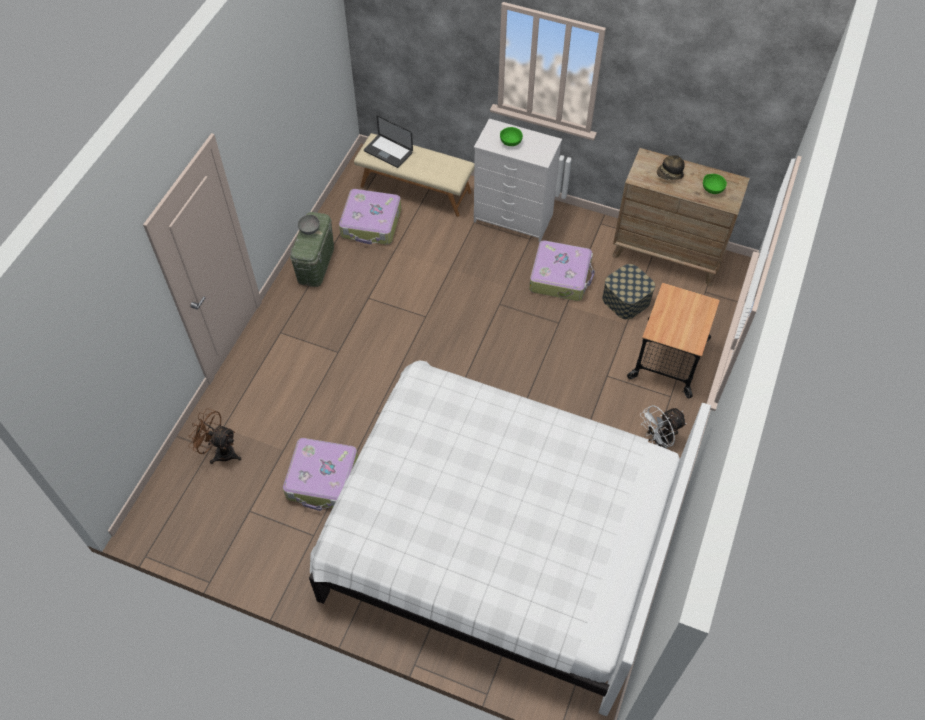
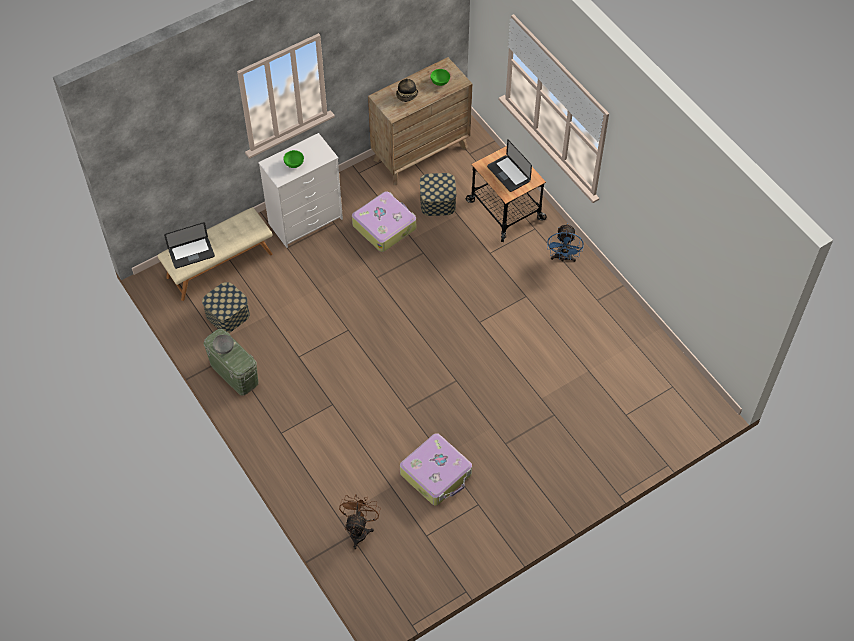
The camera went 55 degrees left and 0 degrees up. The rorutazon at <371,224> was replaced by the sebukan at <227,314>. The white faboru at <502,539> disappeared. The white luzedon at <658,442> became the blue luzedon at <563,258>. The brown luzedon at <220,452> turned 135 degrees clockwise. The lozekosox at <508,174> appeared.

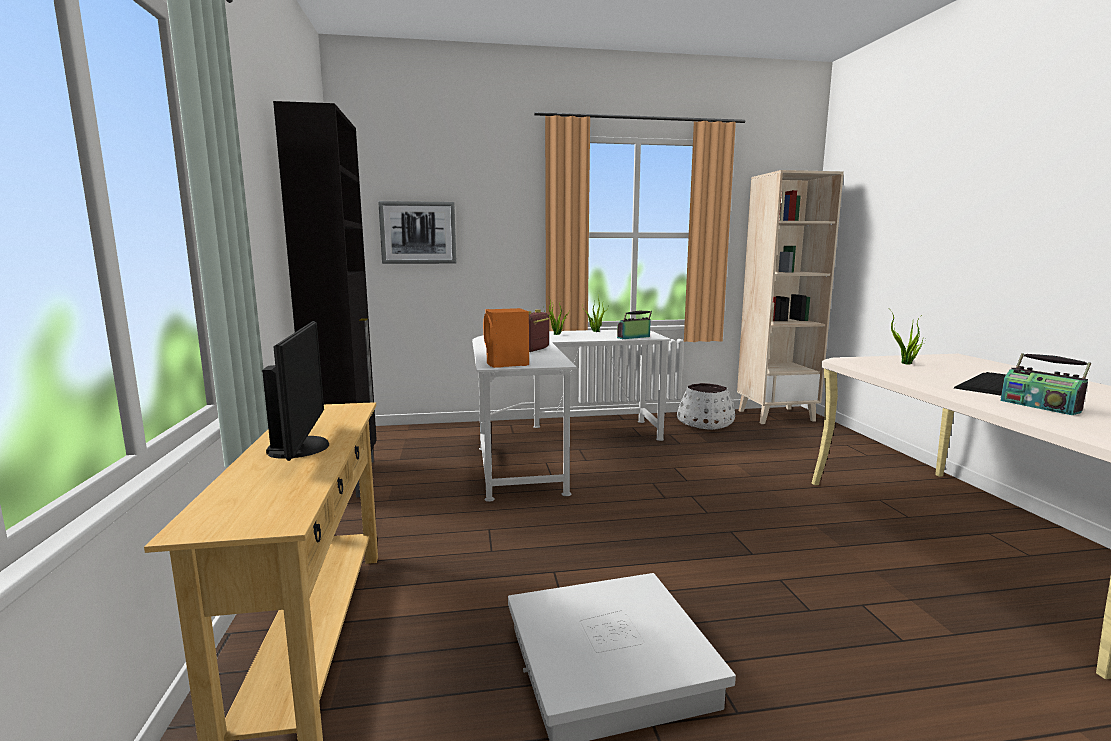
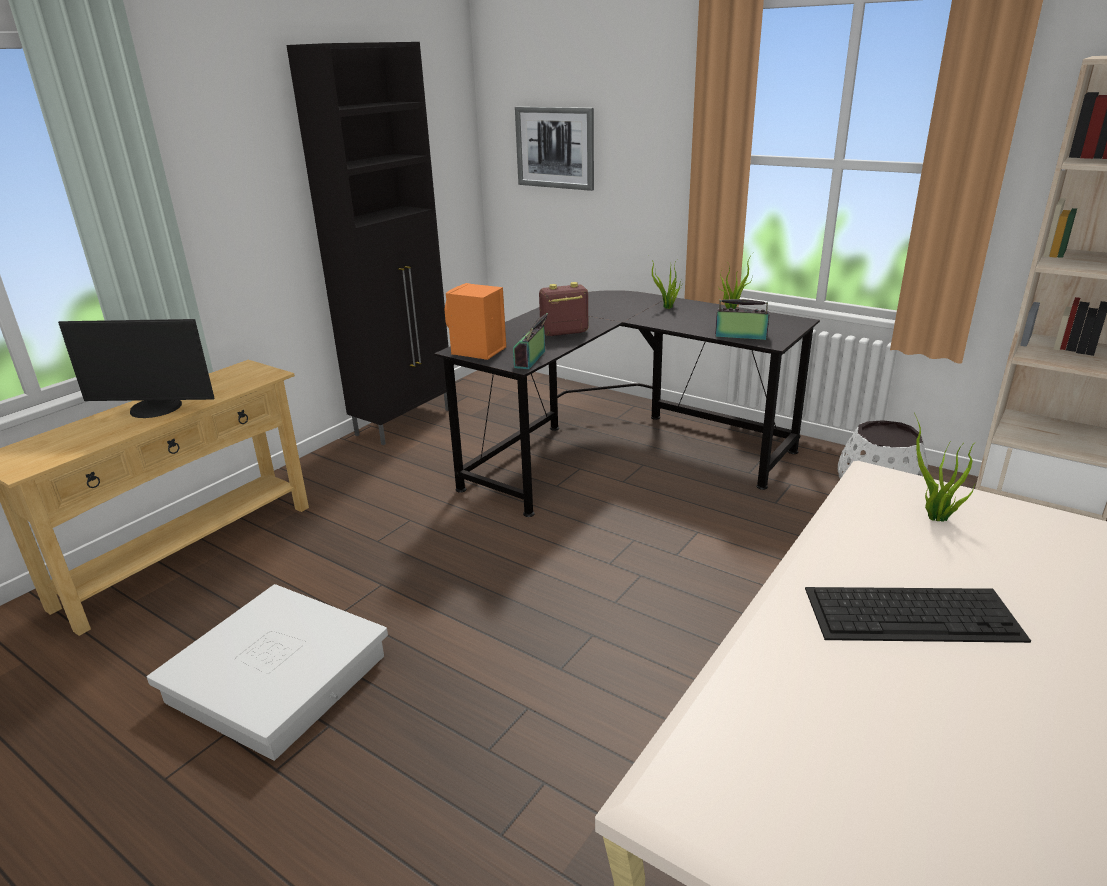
The camera went 45 degrees right and 15 degrees up. The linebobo at <301,448> turned 60 degrees clockwise. The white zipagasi at <553,447> became the black zipagasi at <621,452>. The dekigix moved from <1040,406> to <531,359>.

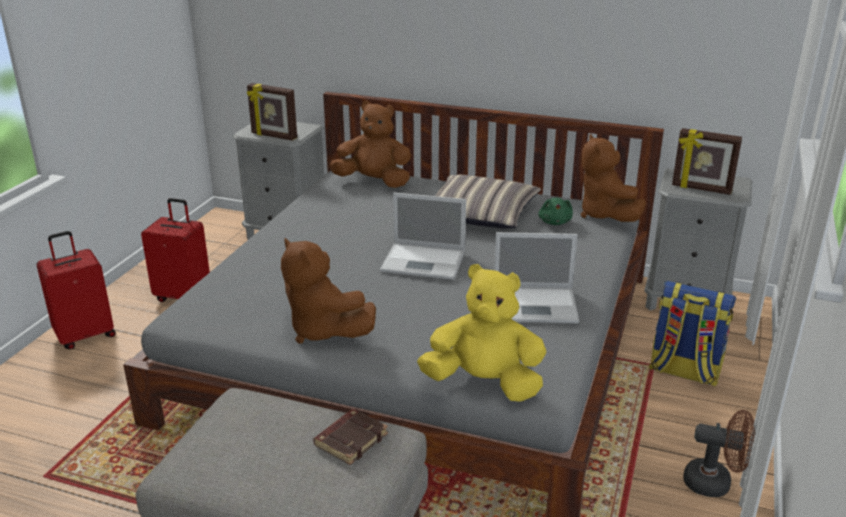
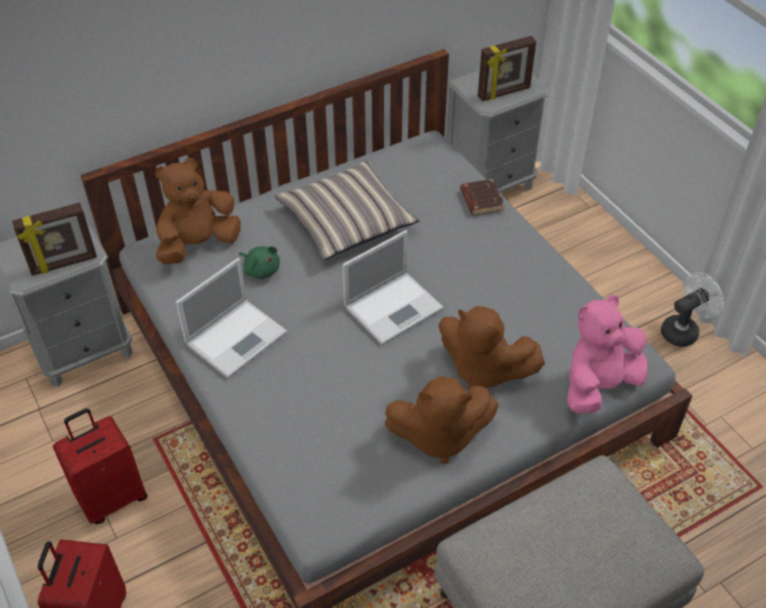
The camera went 50 degrees left and 20 degrees up. The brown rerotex moved from <605,215> to <483,369>. The green rerotex moved from <555,222> to <261,269>. The lozekosox moved from <536,305> to <237,337>. The yellow rerotex at <484,383> became the pink rerotex at <599,385>. The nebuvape at <683,371> disappeared. The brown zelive moved from <350,439> to <481,200>. The brown luzedon at <715,483> became the white luzedon at <683,330>.

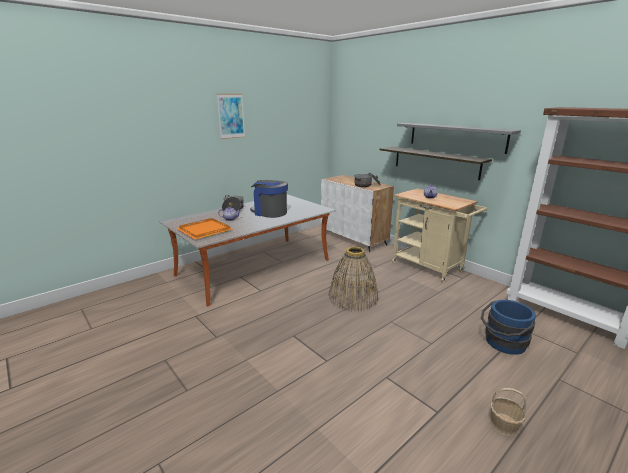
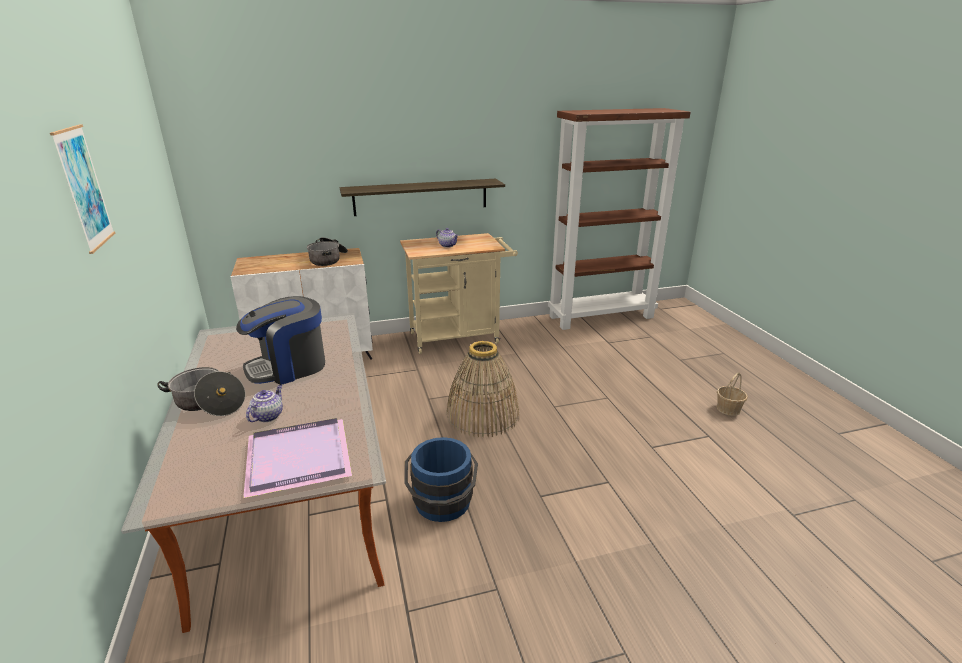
The camera went 65 degrees left and 5 degrees up. The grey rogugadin at <456,137> disappeared. The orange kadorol at <203,230> became the purple kadorol at <296,460>. The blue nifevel moved from <502,343> to <442,505>.

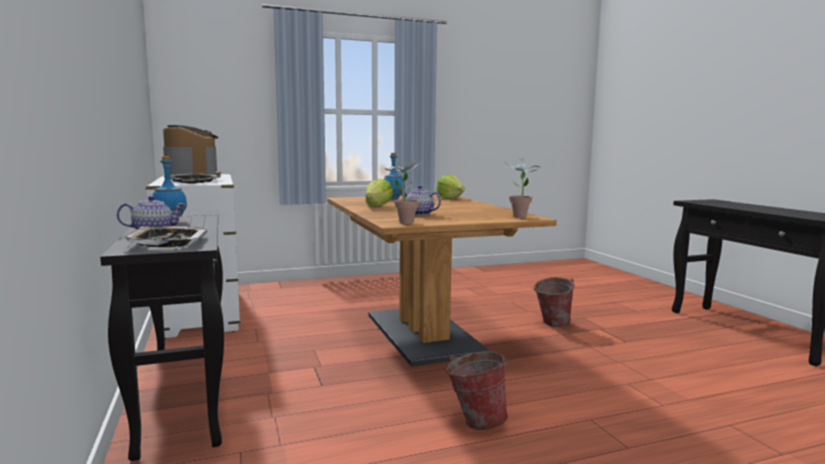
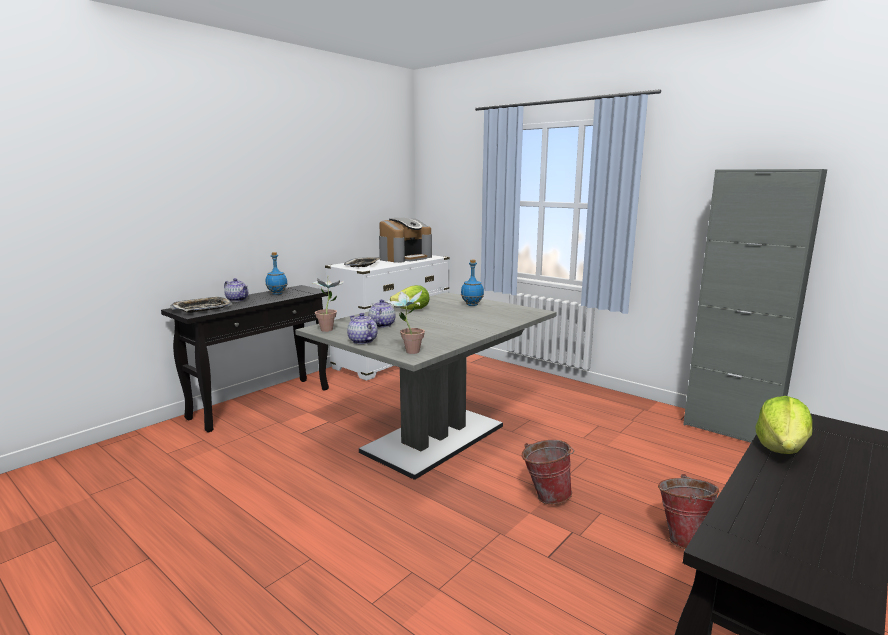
The camera went 60 degrees right and 5 degrees up. The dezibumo moved from <450,198> to <781,448>. The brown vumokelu at <423,333> became the grey vumokelu at <434,439>. The nifevel moved from <475,421> to <684,538>. The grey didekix at <730,430> appeared. The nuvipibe at <362,341> appeared.

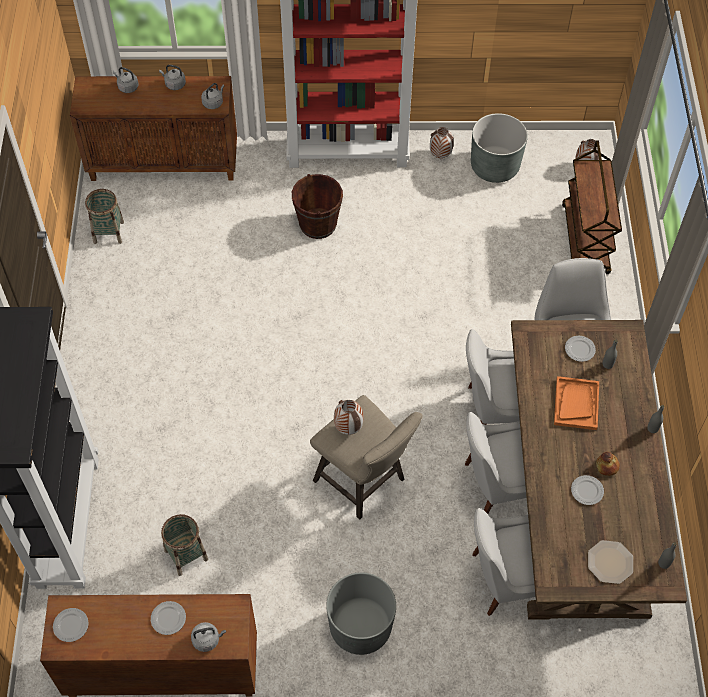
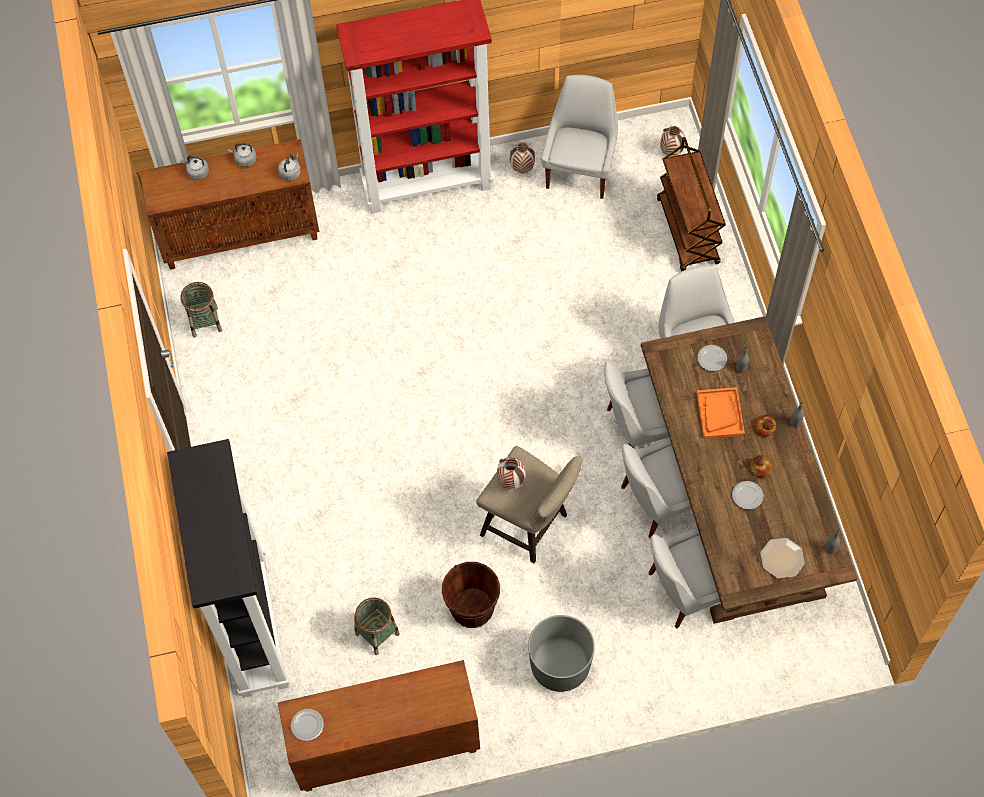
The camera went 10 degrees left and 5 degrees up. The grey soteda at <494,166> was replaced by the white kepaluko at <580,170>. The brown nifevel moved from <318,224> to <472,608>. The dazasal at <168,618> disappeared. The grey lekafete at <207,639> disappeared. The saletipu at <764,427> appeared.

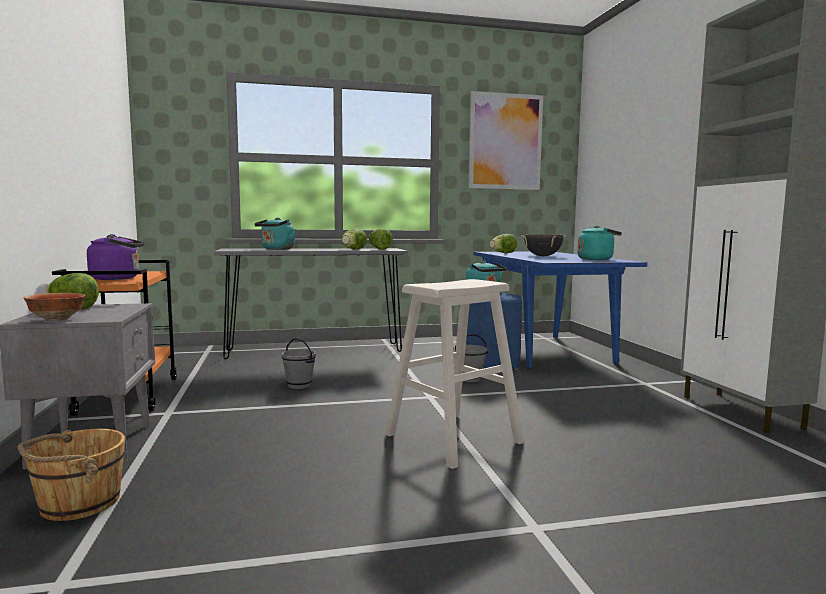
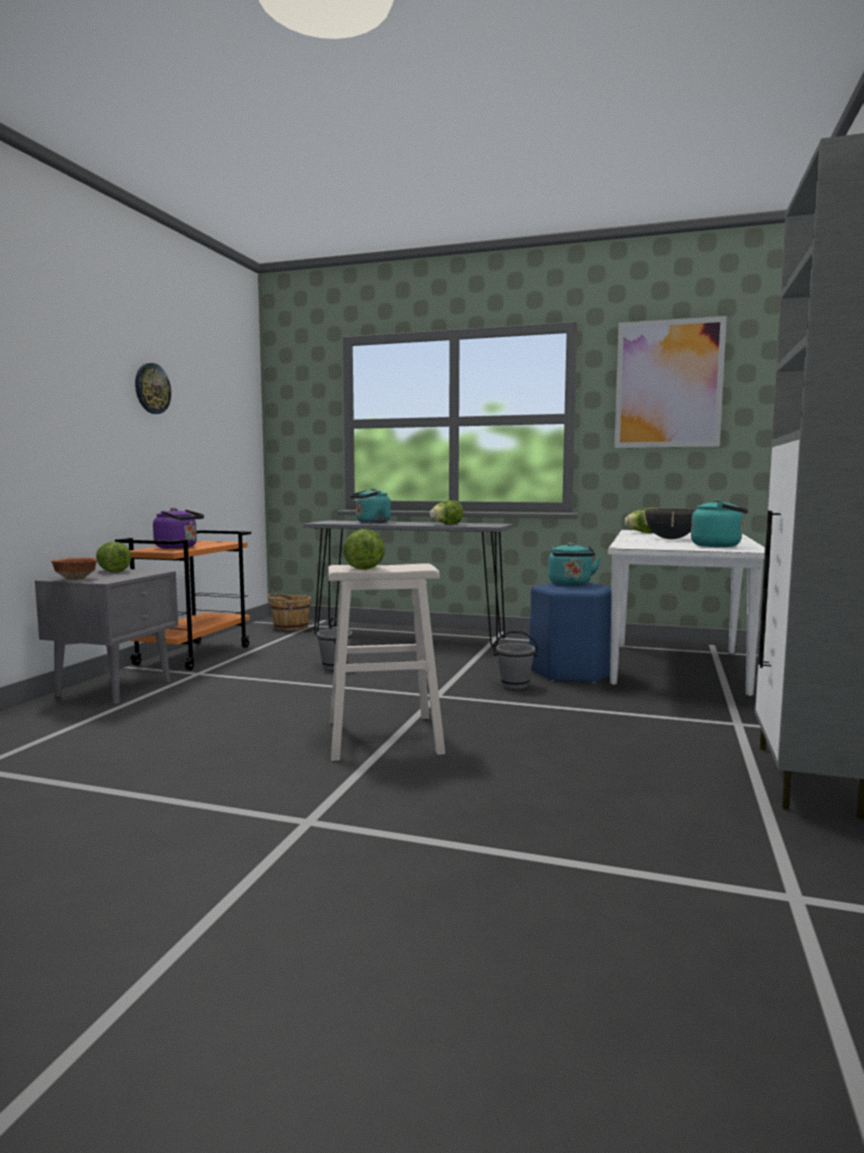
The camera went 30 degrees right and 0 degrees up. The dezibumo moved from <379,249> to <364,567>. The blue vumokelu at <544,351> became the white vumokelu at <677,667>. The brown nifevel moved from <78,503> to <290,627>. The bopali at <152,388> appeared.

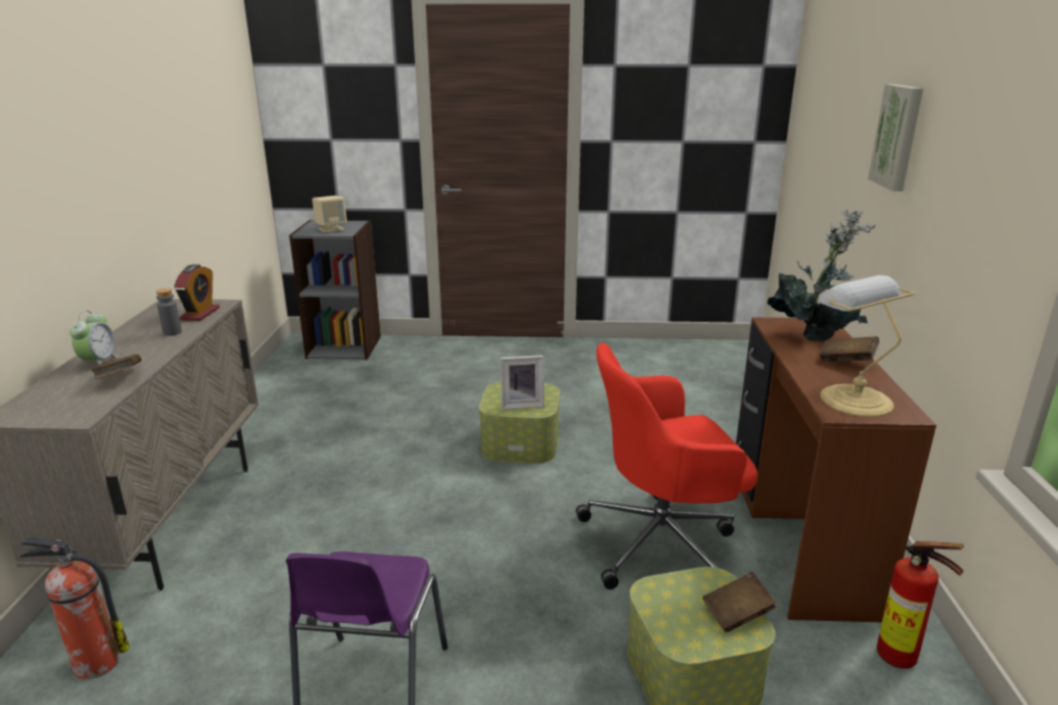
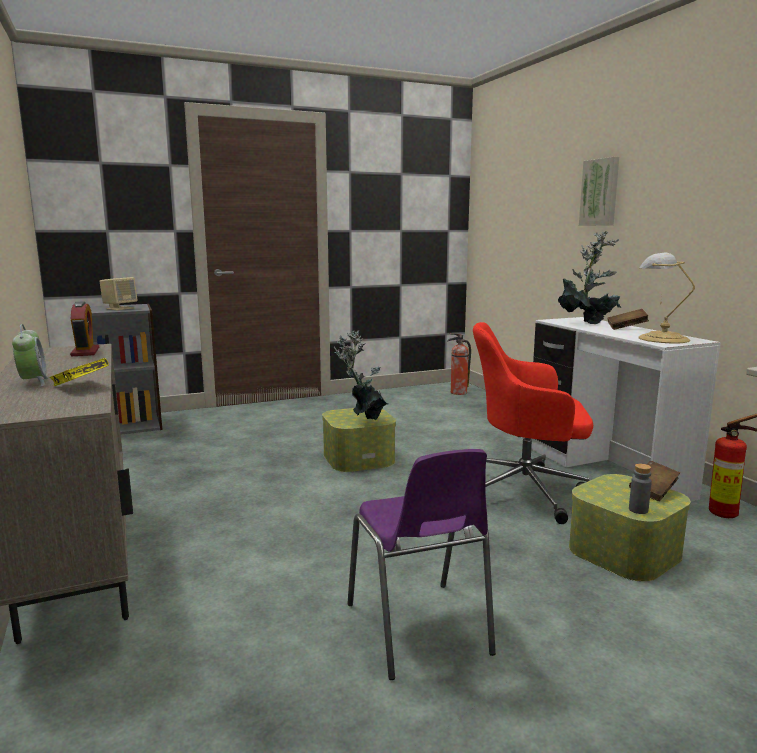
The camera went 25 degrees left and 10 degrees down. The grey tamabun moved from <172,332> to <638,510>. The brown zipagasi at <796,539> became the white zipagasi at <604,472>. The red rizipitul at <662,543> turned 45 degrees clockwise. The brown zelive at <120,378> became the yellow zelive at <80,387>. The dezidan at <522,404> was replaced by the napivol at <364,419>. The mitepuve moved from <94,663> to <458,392>.

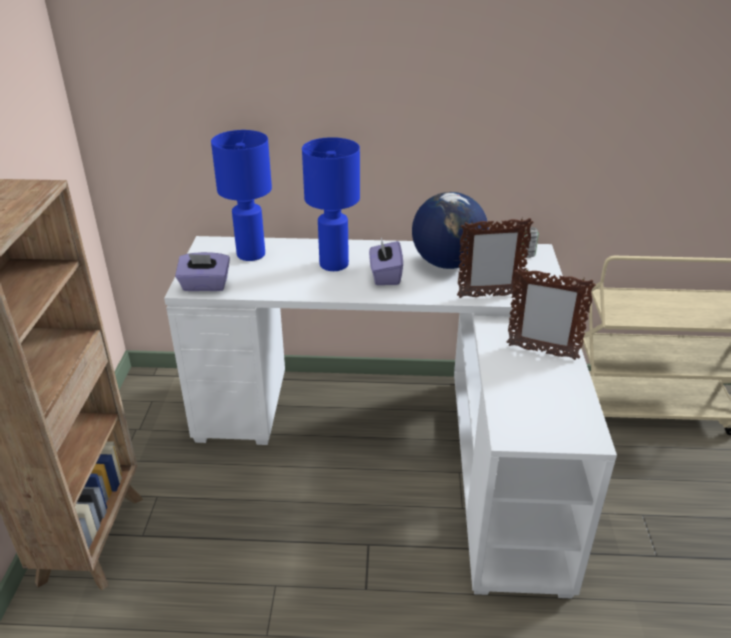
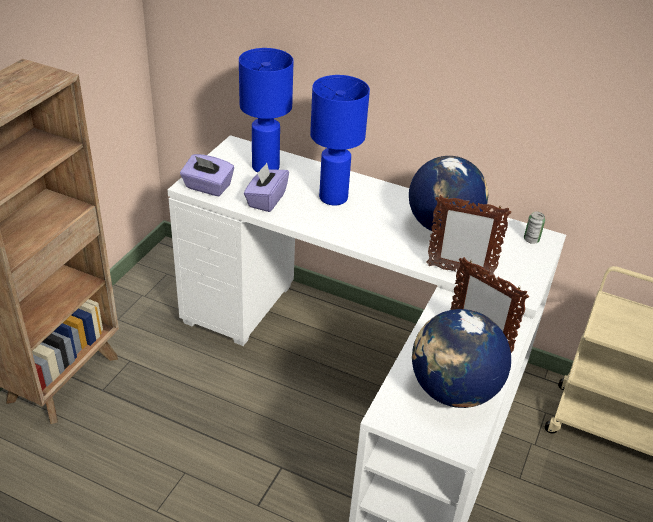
The camera went 20 degrees right and 5 degrees up. The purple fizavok moved from <385,275> to <266,200>. The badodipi at <453,391> appeared.

